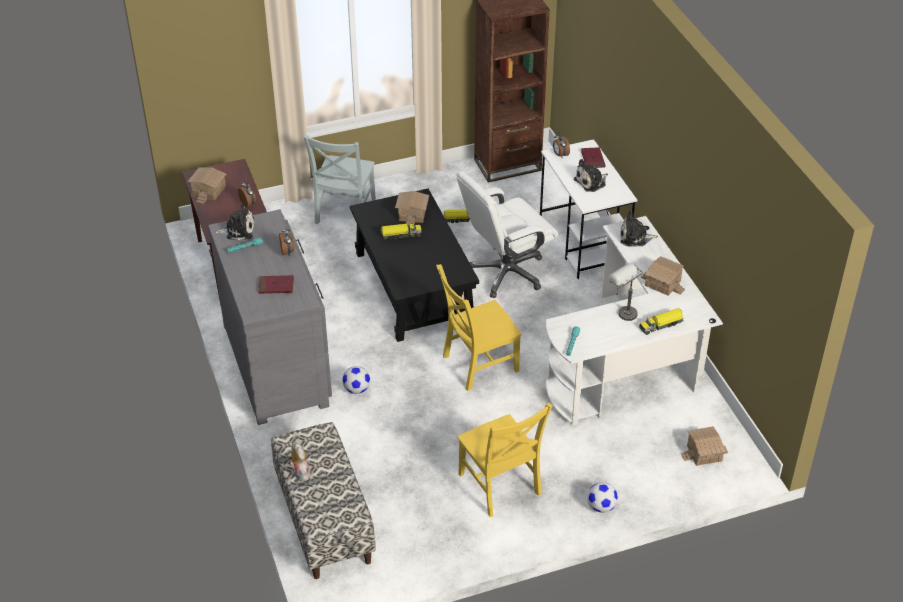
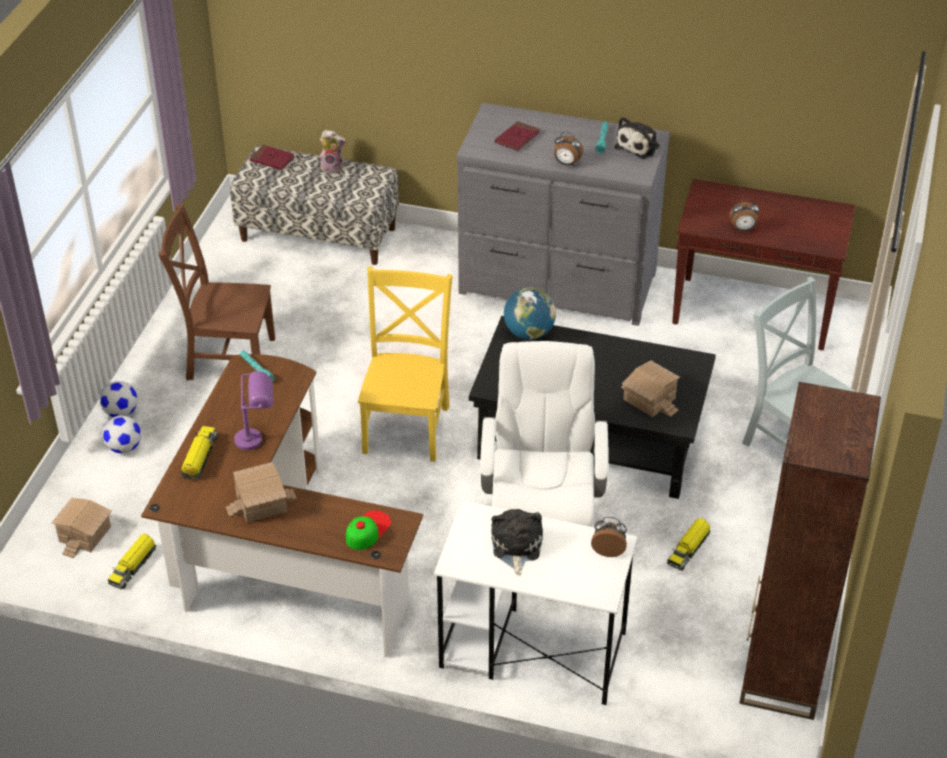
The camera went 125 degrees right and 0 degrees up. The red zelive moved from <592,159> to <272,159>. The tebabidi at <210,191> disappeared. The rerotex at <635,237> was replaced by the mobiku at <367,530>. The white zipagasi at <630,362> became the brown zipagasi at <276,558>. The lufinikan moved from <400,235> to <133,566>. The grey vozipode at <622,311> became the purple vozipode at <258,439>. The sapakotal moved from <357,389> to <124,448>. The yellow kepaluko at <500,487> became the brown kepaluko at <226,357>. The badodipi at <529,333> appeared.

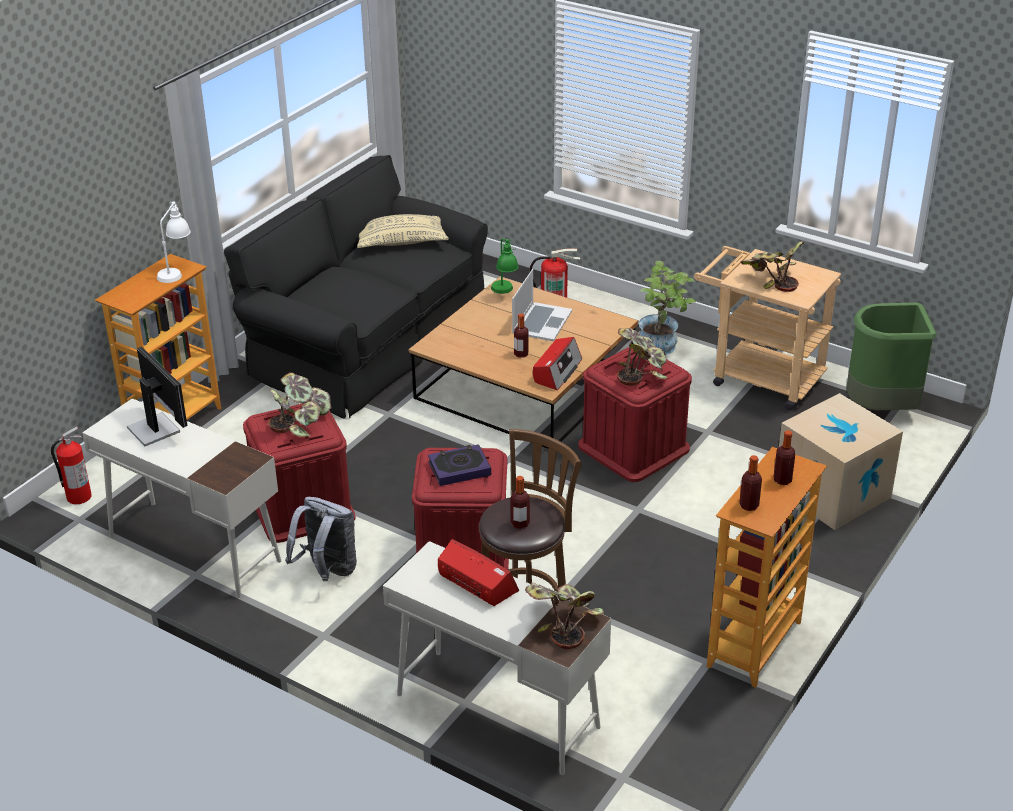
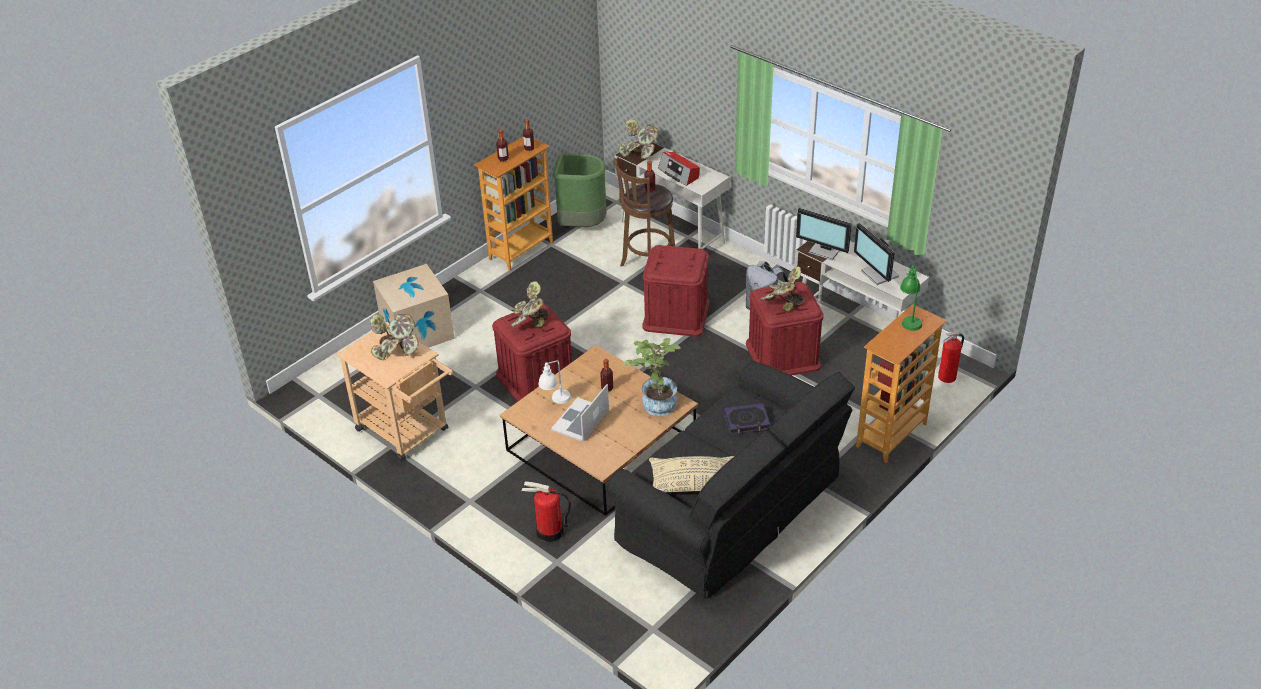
The camera went 170 degrees left and 5 degrees up. The white vozipode moved from <176,271> to <555,402>. The green vozipode moved from <505,292> to <908,318>. The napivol moved from <663,347> to <655,402>. The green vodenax moved from <882,408> to <581,225>. The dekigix at <557,371> disappeared. The zelive moved from <459,469> to <746,422>. The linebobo at <825,250> appeared.

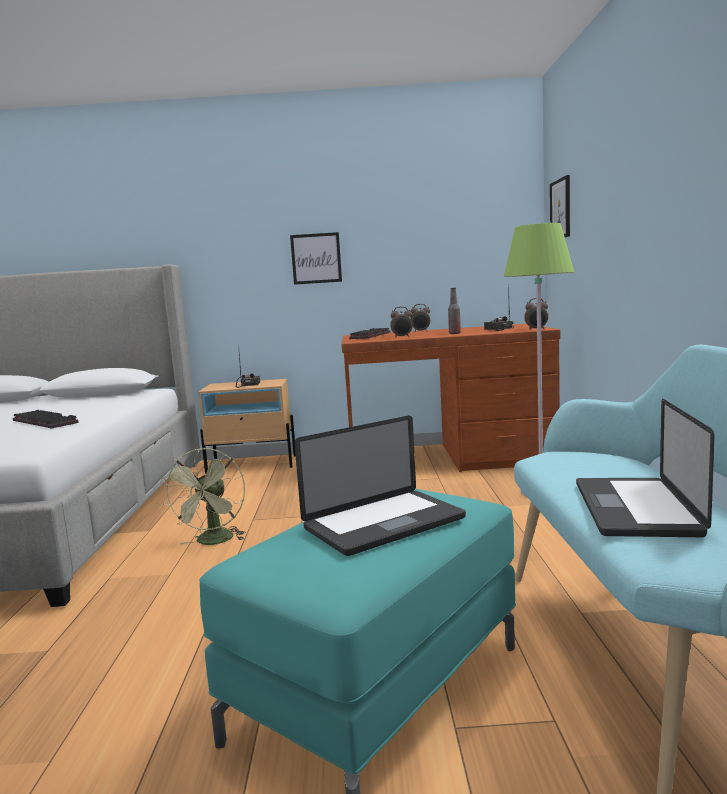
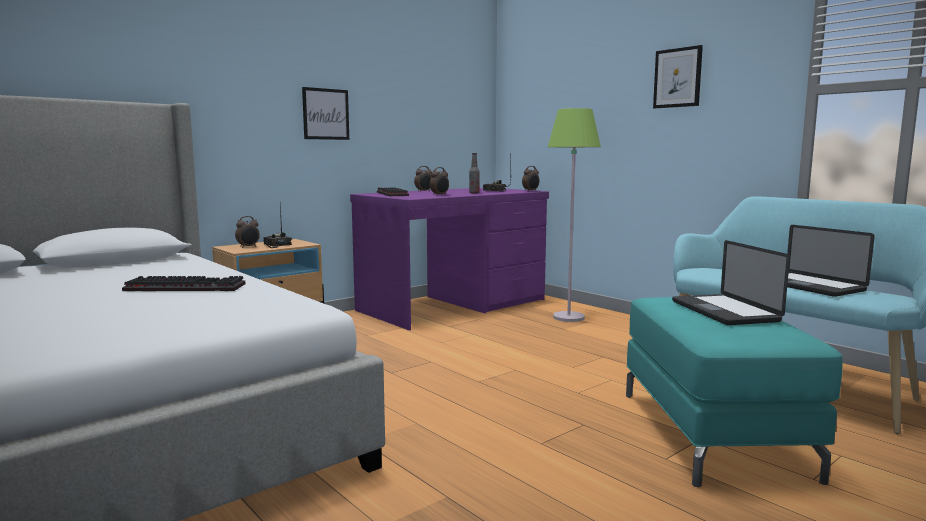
The camera went 40 degrees left and 0 degrees up. The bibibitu moved from <560,209> to <677,78>. The brown zipagasi at <448,458> became the purple zipagasi at <454,305>. The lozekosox at <384,523> turned 150 degrees clockwise. The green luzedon at <214,542> disappeared. The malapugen at <248,247> appeared.

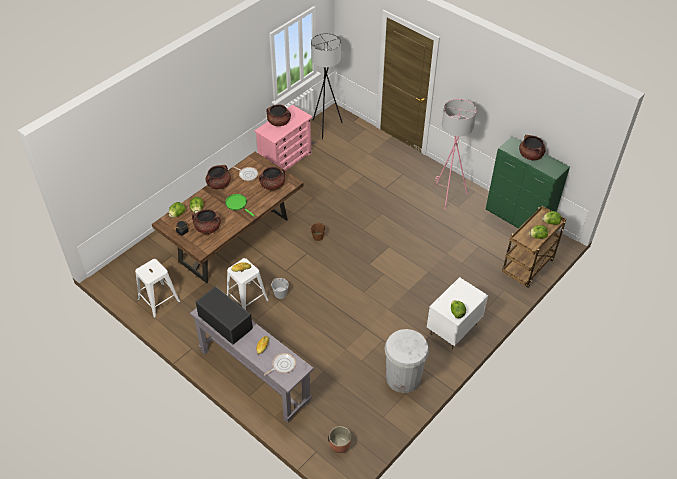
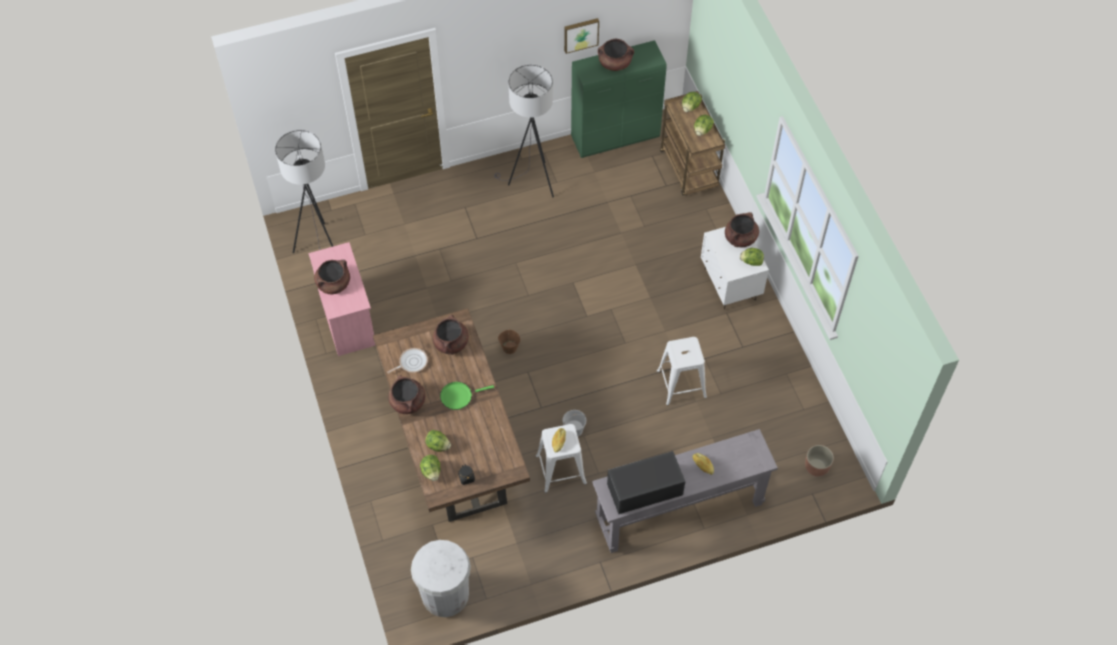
The camera went 60 degrees left and 10 degrees up. The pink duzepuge at <446,195> became the grey duzepuge at <531,182>. The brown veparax moved from <207,228> to <740,238>. The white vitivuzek moved from <159,300> to <681,383>. The white vodenax moved from <403,377> to <445,594>. The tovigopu at <282,365> disappeared. The bibibitu at <580,34> appeared.

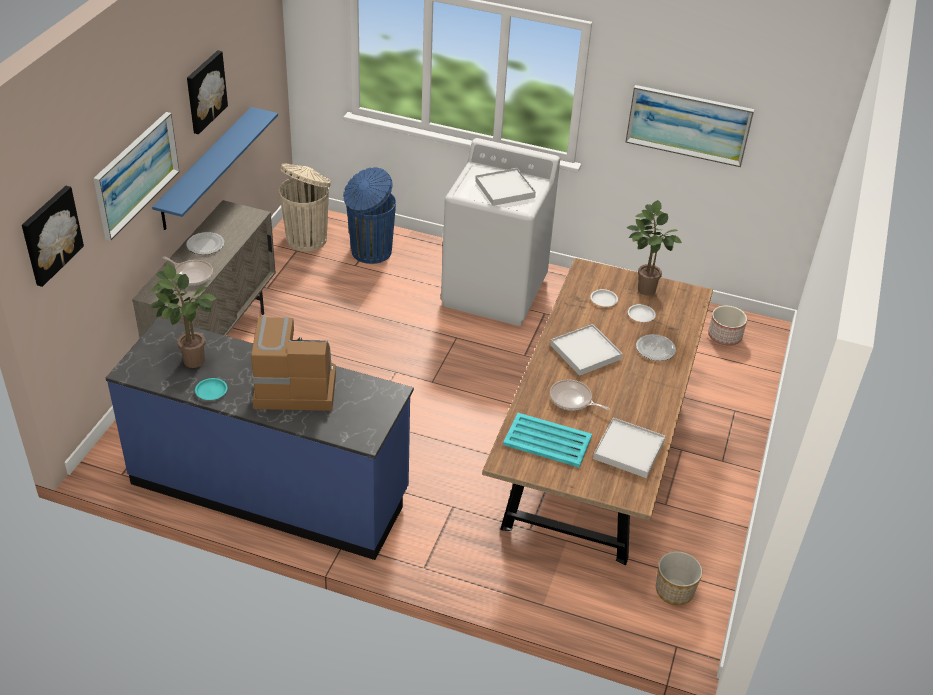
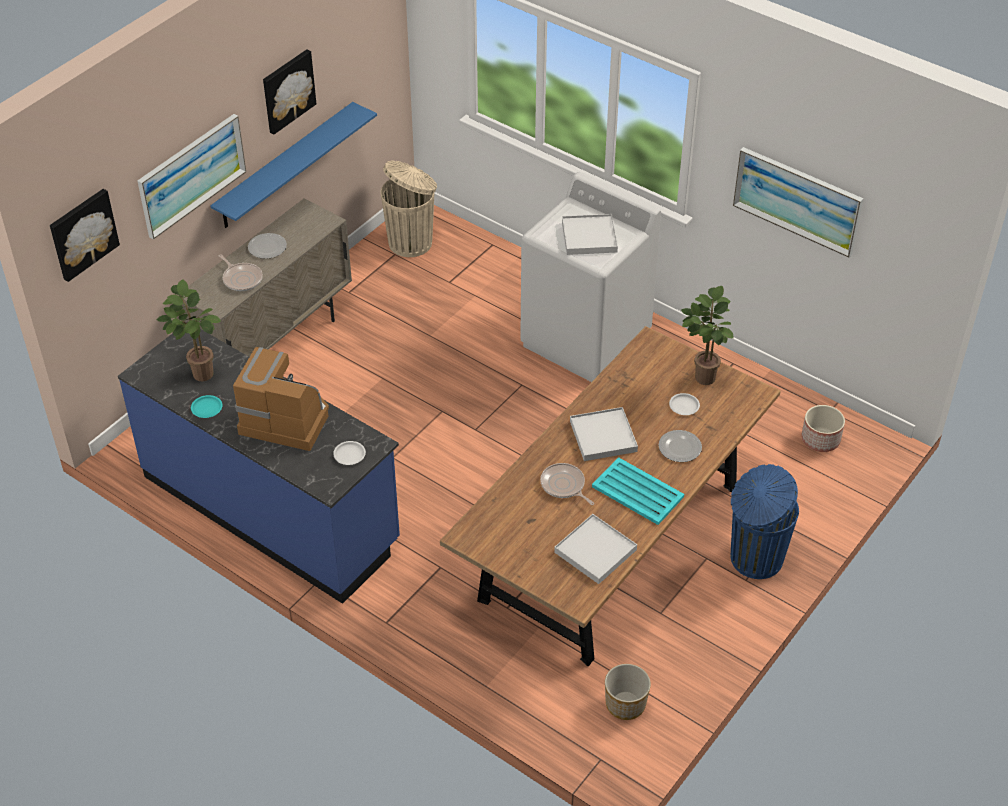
The camera went 20 degrees right and 5 degrees up. The blue vodenax moved from <370,252> to <754,558>. The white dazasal moved from <604,300> to <349,455>. The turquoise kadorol moved from <548,441> to <638,492>.

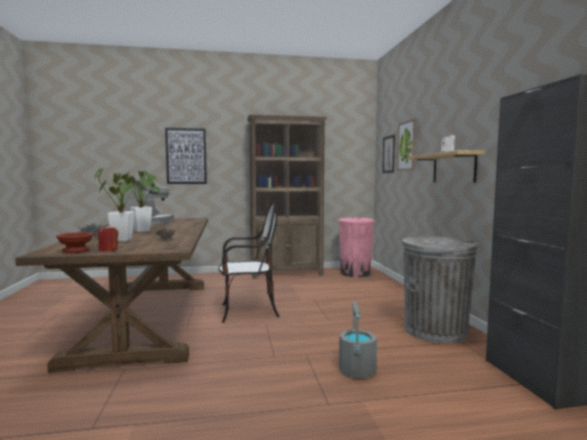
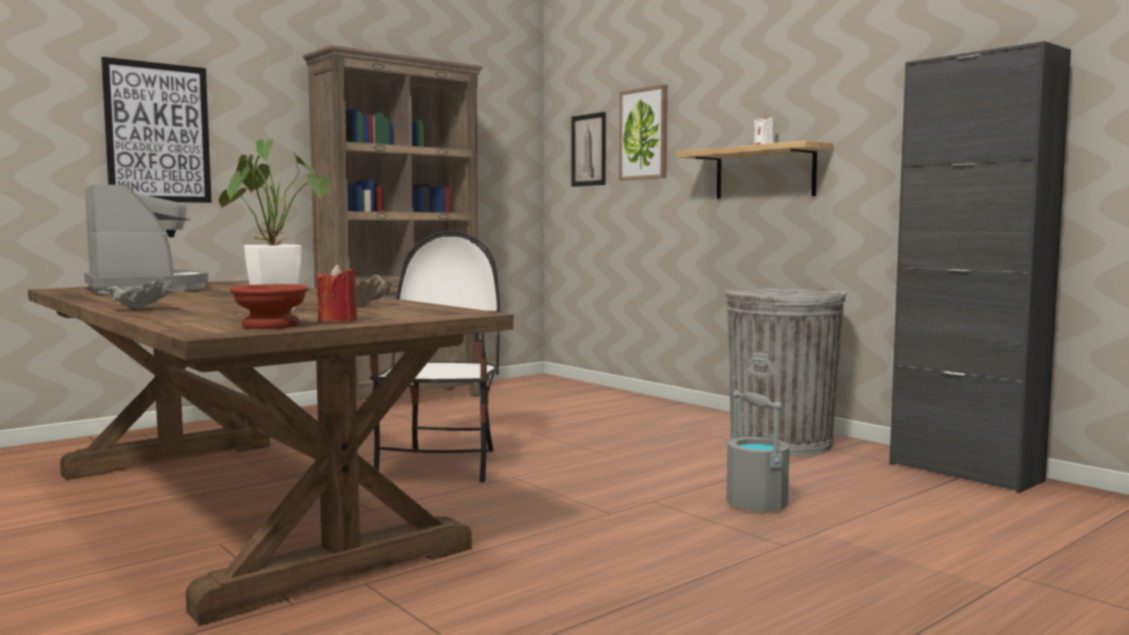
The camera went 30 degrees left and 0 degrees up. The napivol at <143,231> disappeared. The kepaluko at <248,311> turned 45 degrees counterclockwise. The pink vodenax at <355,273> disappeared.

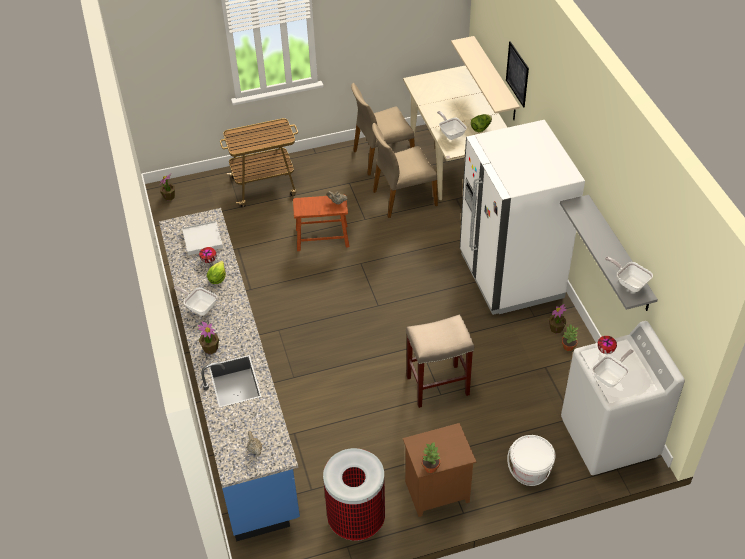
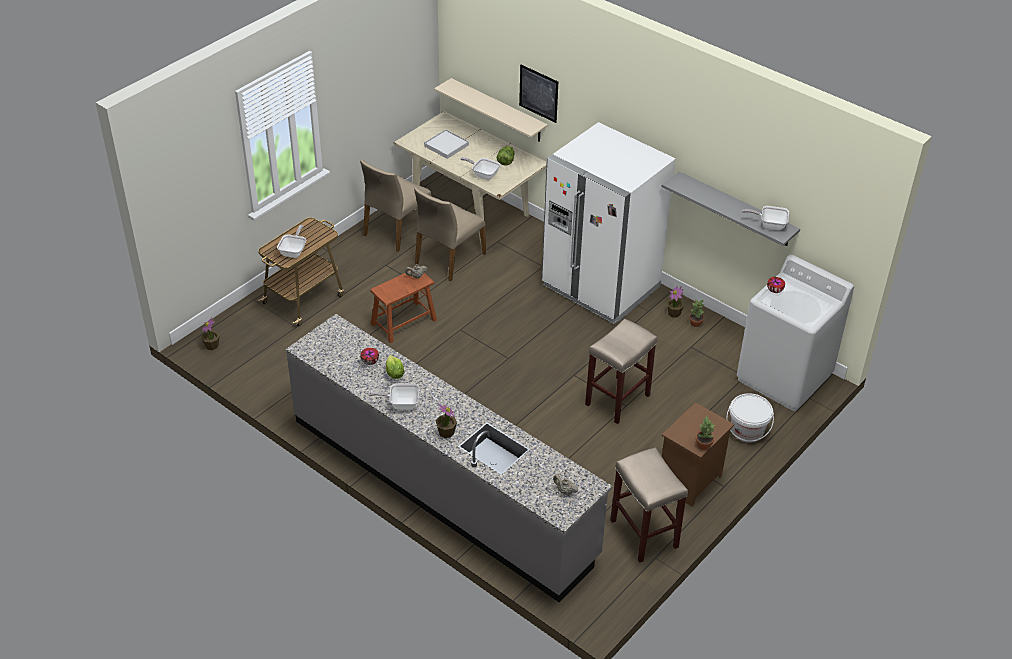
The camera went 35 degrees left and 5 degrees down. The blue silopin at <233,392> became the grey silopin at <442,486>. The white kadorol moved from <202,239> to <446,146>. The tovigopu moved from <611,376> to <294,251>. The vodenax at <356,520> was replaced by the beige vitivuzek at <645,534>.

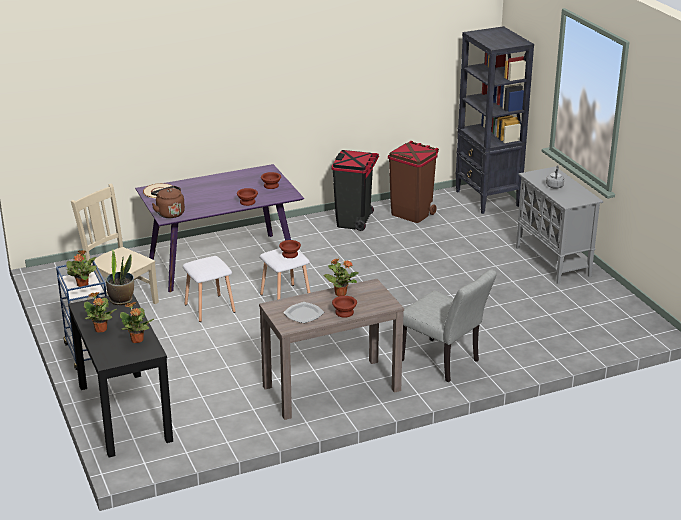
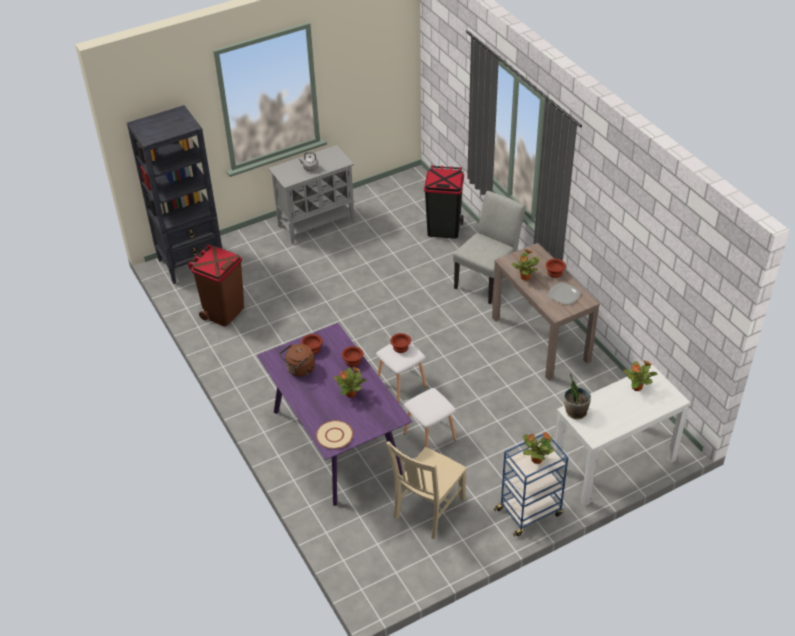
The camera went 95 degrees left and 15 degrees up. The black vodenax moved from <354,221> to <443,229>. The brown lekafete moved from <169,213> to <299,370>. The napivol moved from <101,330> to <351,393>. The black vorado at <124,412> became the white vorado at <613,464>.

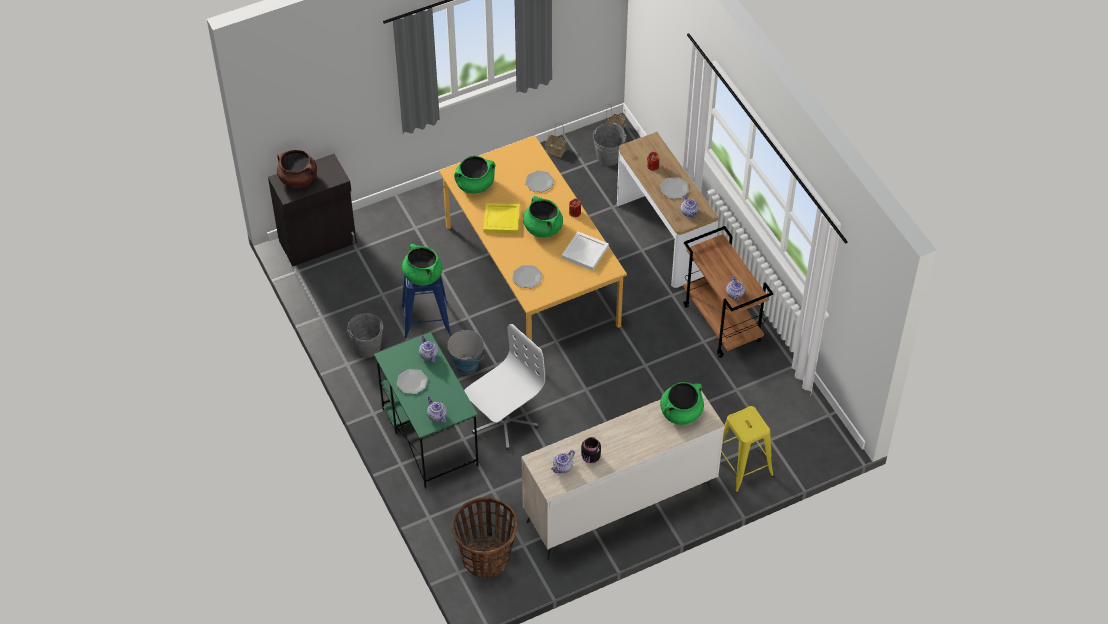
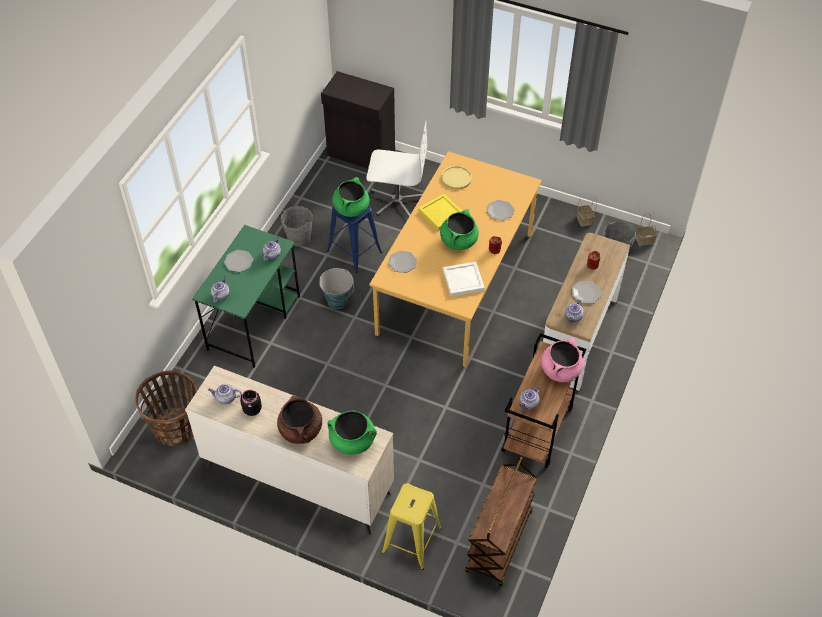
The camera went 50 degrees right and 0 degrees up. The brown veparax moved from <298,179> to <301,430>. The green veparax at <475,184> was replaced by the yellow dazasal at <456,178>. The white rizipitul moved from <503,422> to <396,200>. The pink veparax at <560,370> appeared. The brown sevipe at <499,542> appeared.

